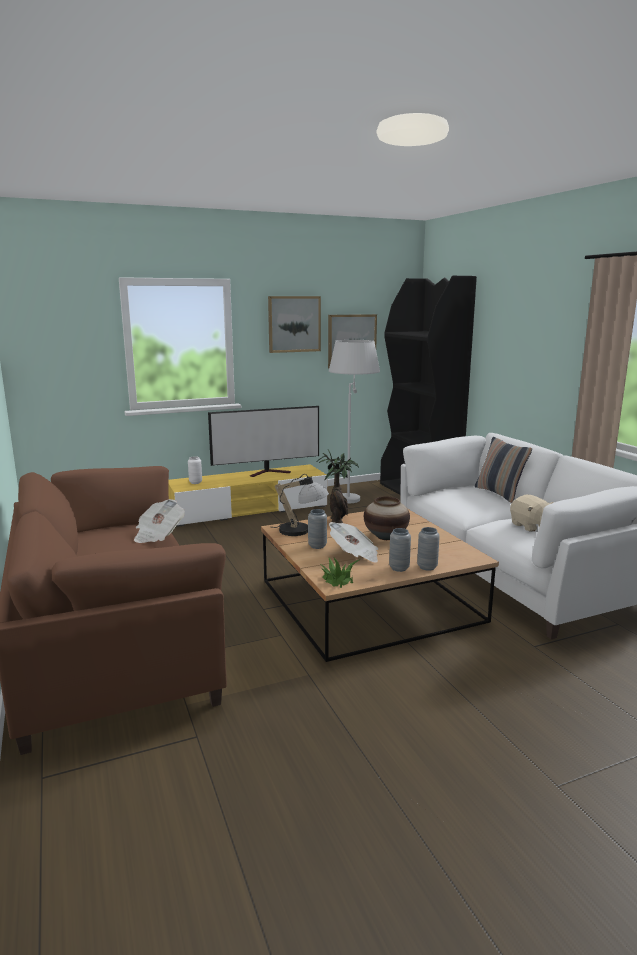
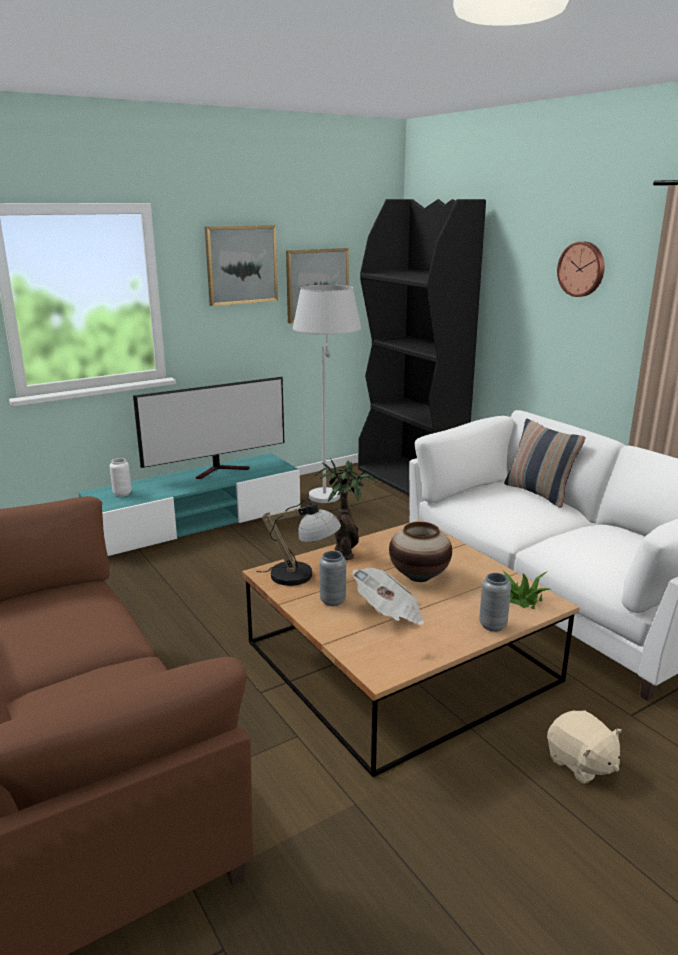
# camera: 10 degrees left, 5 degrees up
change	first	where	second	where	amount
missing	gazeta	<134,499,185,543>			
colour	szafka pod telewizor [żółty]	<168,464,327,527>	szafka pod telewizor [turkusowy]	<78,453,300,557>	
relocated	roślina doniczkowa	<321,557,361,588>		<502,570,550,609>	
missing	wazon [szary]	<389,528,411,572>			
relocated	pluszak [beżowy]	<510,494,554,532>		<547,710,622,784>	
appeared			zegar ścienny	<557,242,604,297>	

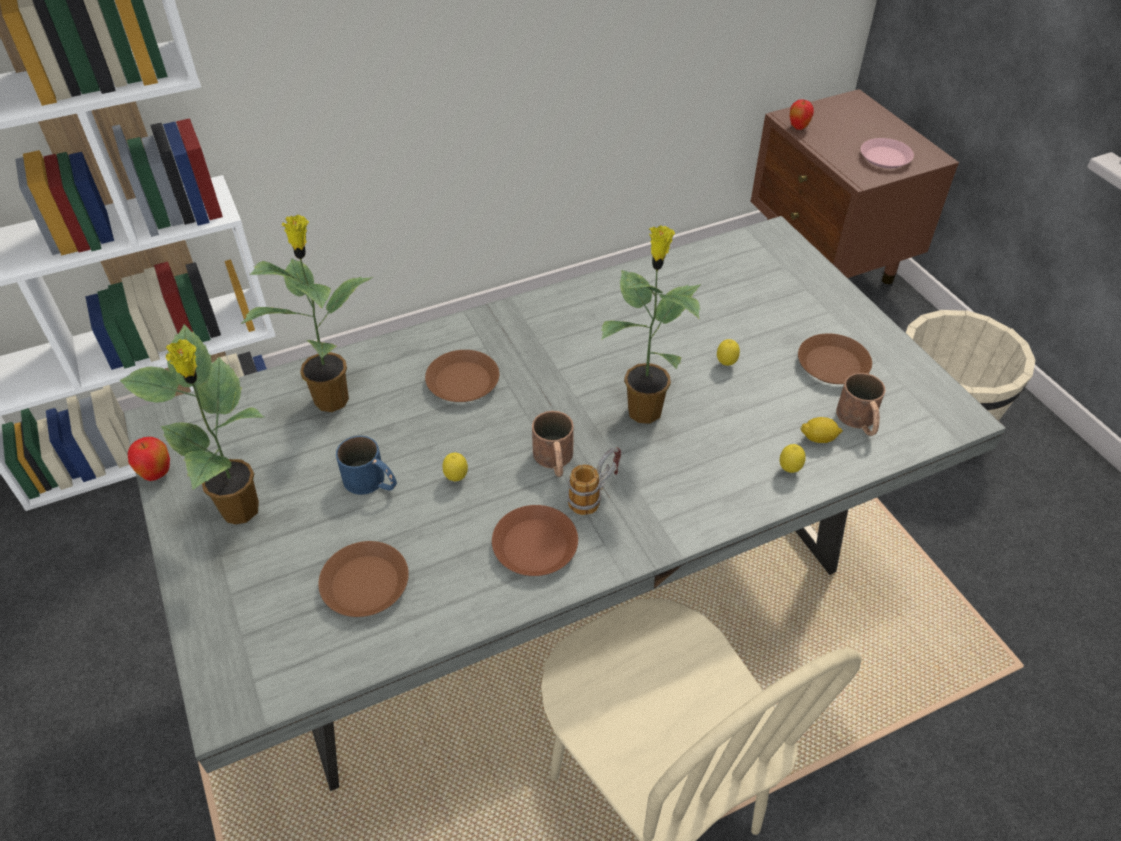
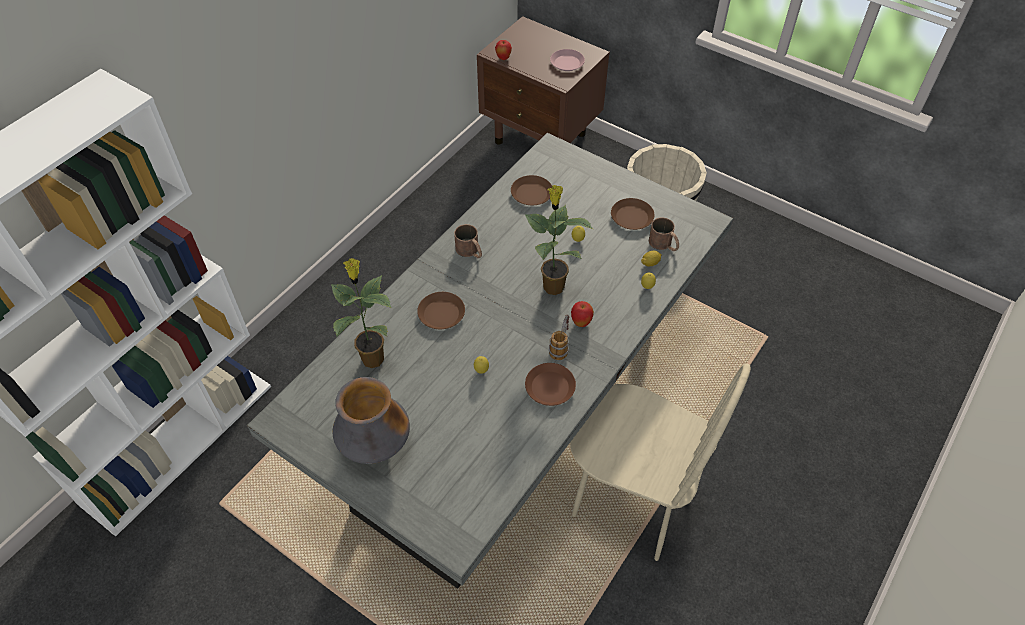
# camera: 30 degrees left, 5 degrees up
change	first	where	second	where	amount
exchanged	roślina doniczkowa	<119,324,264,525>	wazon	<333,377,410,464>	
relocated	jabłko	<128,437,170,481>		<571,301,594,327>	
relocated	talerz [brązowy]	<318,541,409,617>		<511,175,552,205>	
missing	kubek [niebieski]	<336,436,397,495>			
relocated	kubek [brązowy]	<532,411,574,477>		<454,224,482,258>	

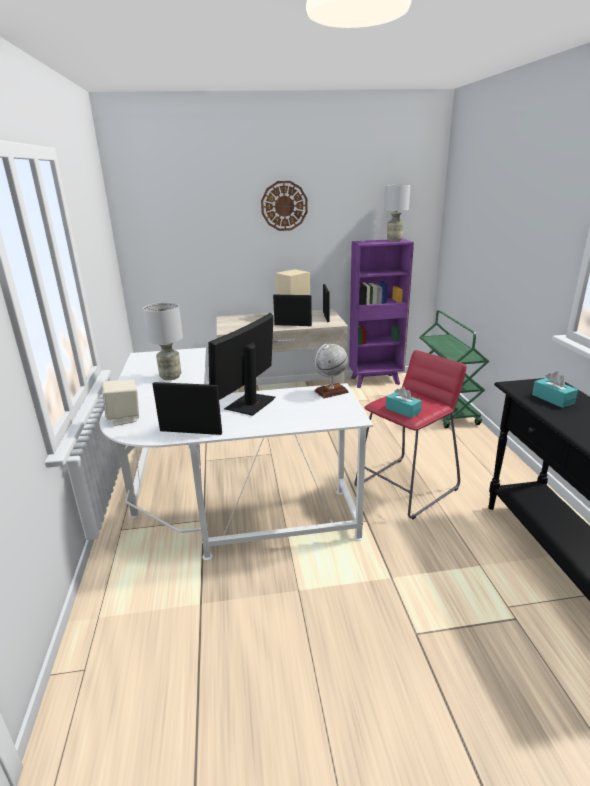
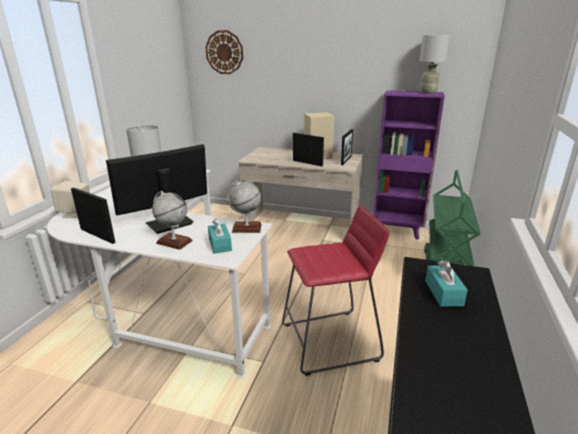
# camera: 25 degrees right, 0 degrees up
change	first	where	second	where	amount
relocated	zegar ścienny	<261,181,308,231>		<205,30,243,74>	
relocated	pudełko chusteczek [turkusowy]	<386,387,422,418>		<208,219,232,254>	
appeared			globus	<152,191,193,250>	

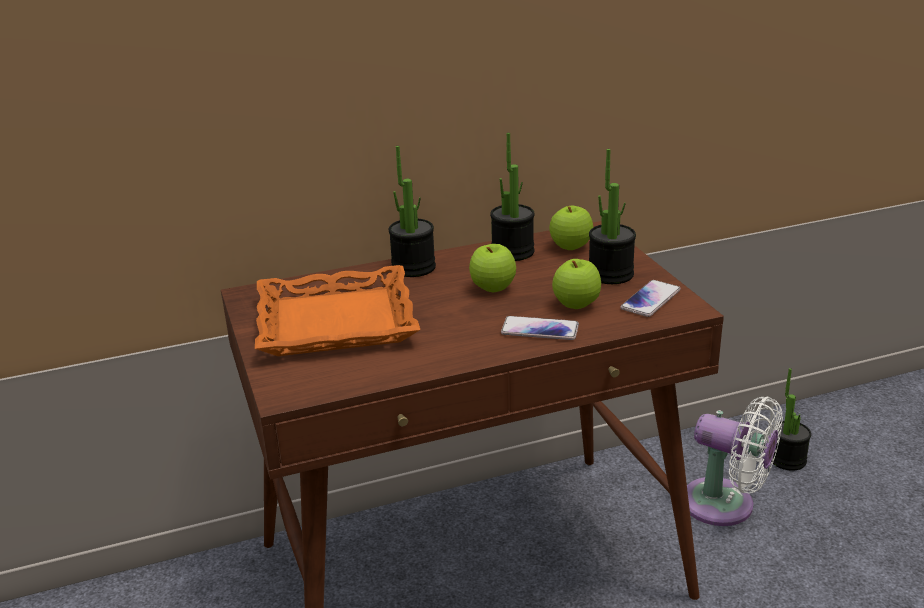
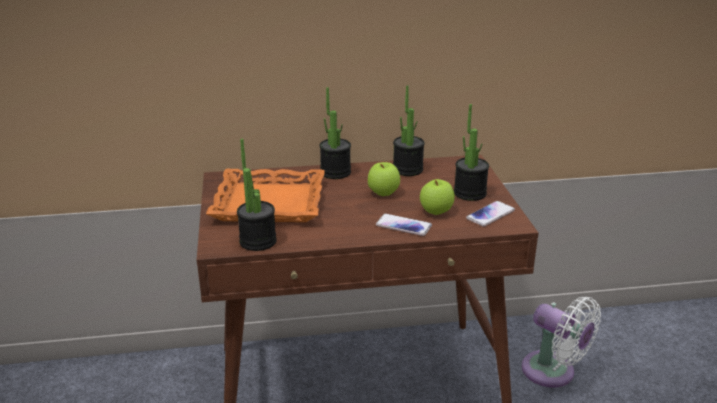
# camera: 10 degrees right, 0 degrees up
change	first	where	second	where	amount
missing	jabłko	<549,205,593,250>			
relocated	roślina doniczkowa	<771,368,811,471>		<237,139,277,251>	

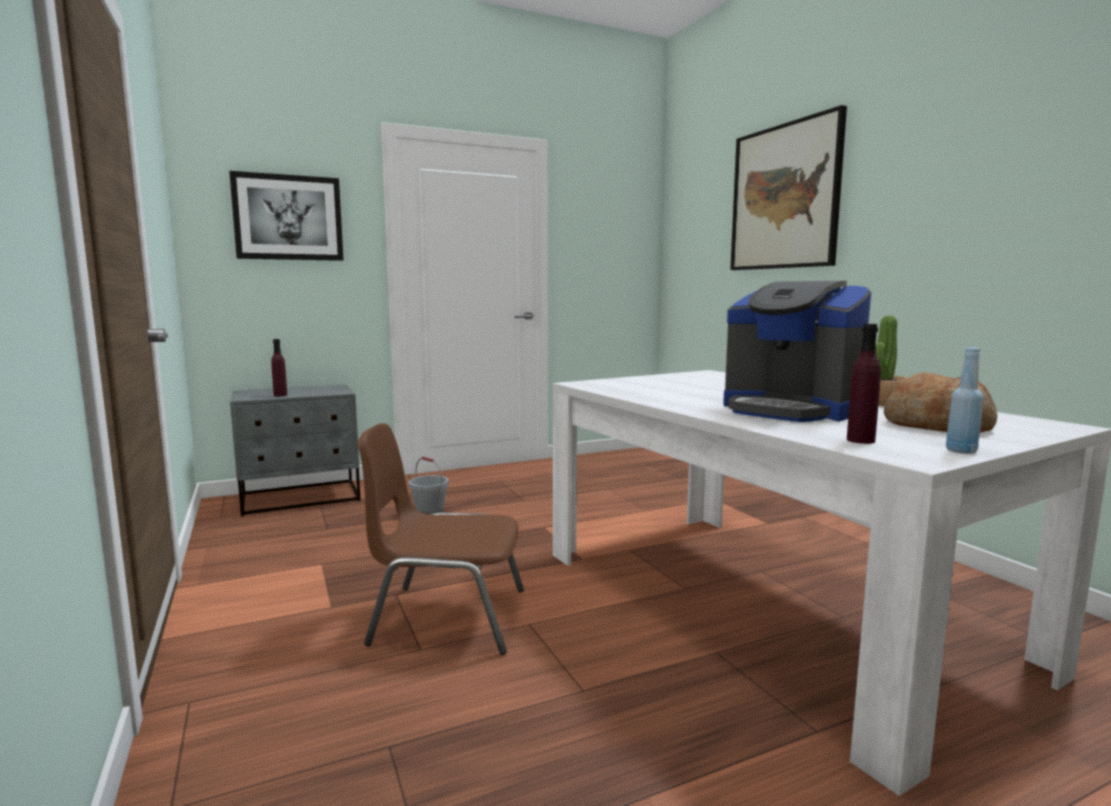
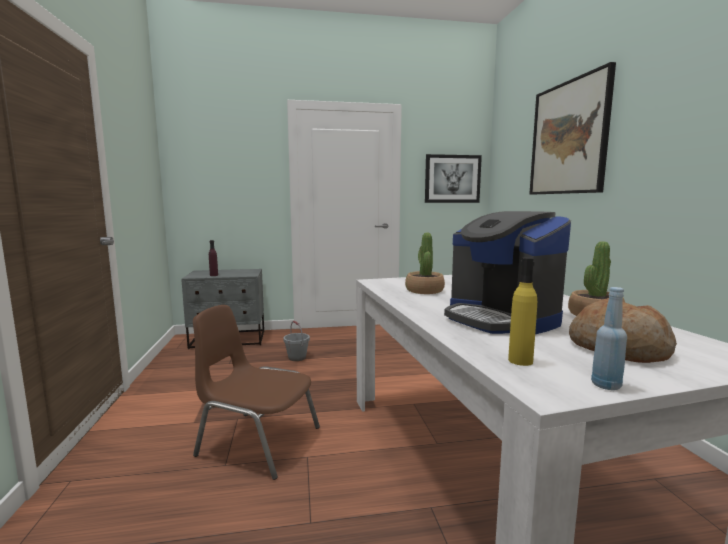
# camera: 15 degrees right, 0 degrees up
change	first	where	second	where	amount
relocated	obraz	<229,171,343,261>		<425,154,482,203>	
colour	butelka [fioletowy]	<847,324,881,444>	butelka [żółty]	<508,257,537,366>	
appeared			roślina doniczkowa	<405,233,445,294>	

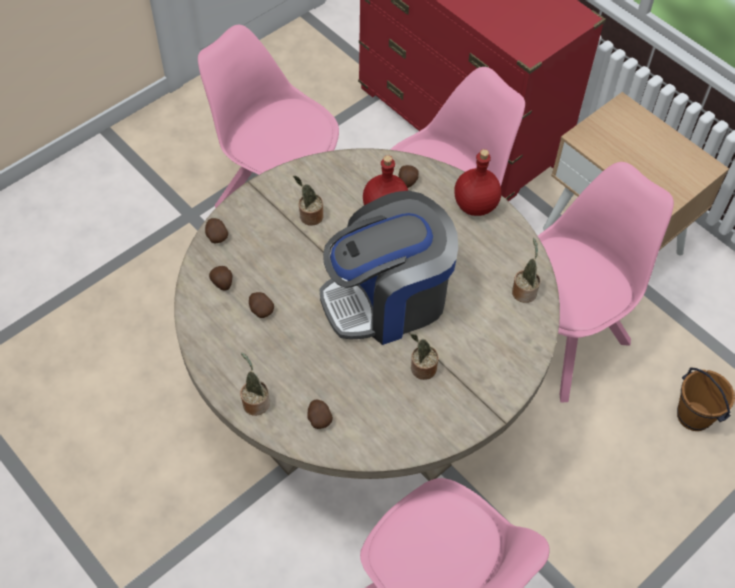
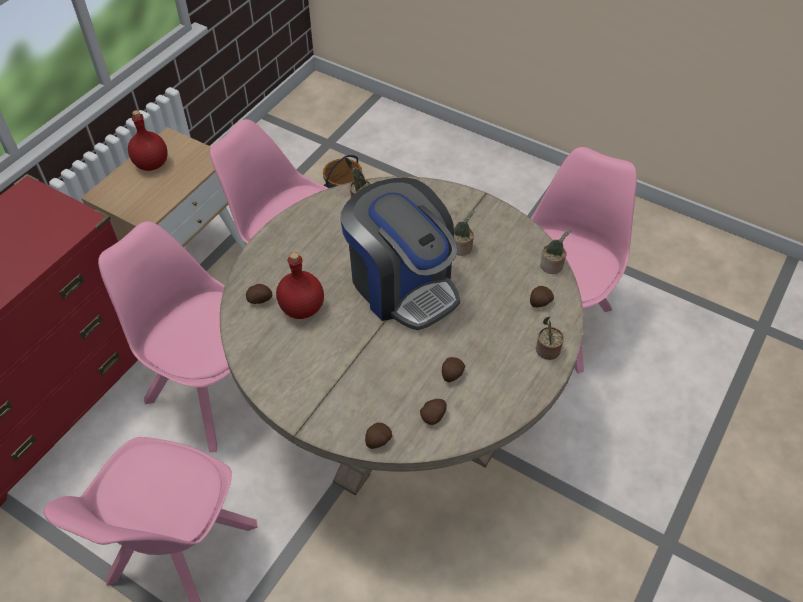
# camera: 105 degrees left, 5 degrees down
change	first	where	second	where	amount
relocated	roślina doniczkowa	<293,175,324,225>		<540,229,571,274>	
relocated	butelka [czerwony]	<454,149,501,216>		<128,110,168,171>	

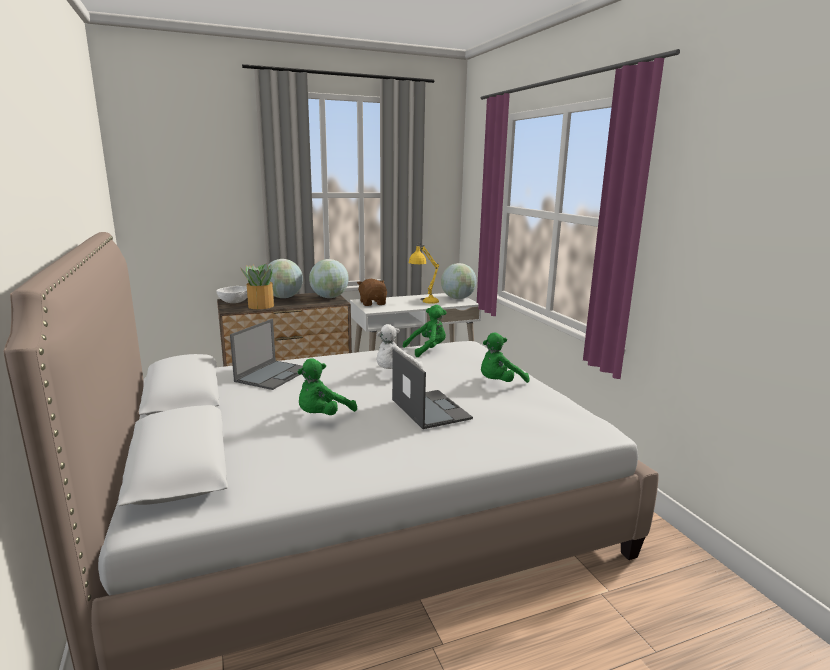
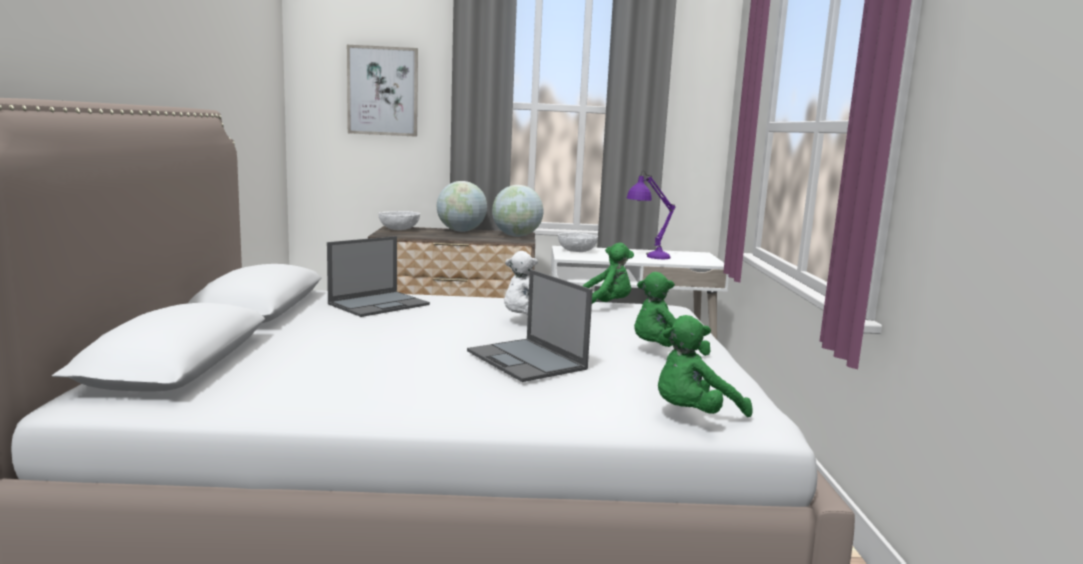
# camera: 20 degrees right, 5 degrees down
change	first	where	second	where	amount
missing	roślina doniczkowa	<241,263,274,309>			
relocated	pluszak [zielony]	<297,358,357,415>		<658,315,753,417>	
exchanged	pluszak [brązowy]	<357,279,387,306>	miska [biały]	<558,232,598,252>	
spun	laptop	<392,349,473,429>		<467,269,593,382>	150 degrees clockwise
colour	lampa stołowa [żółty]	<409,242,439,304>	lampa stołowa [fioletowy]	<627,170,675,259>	
missing	globus	<441,263,477,299>			
appeared			obraz	<347,45,418,137>	

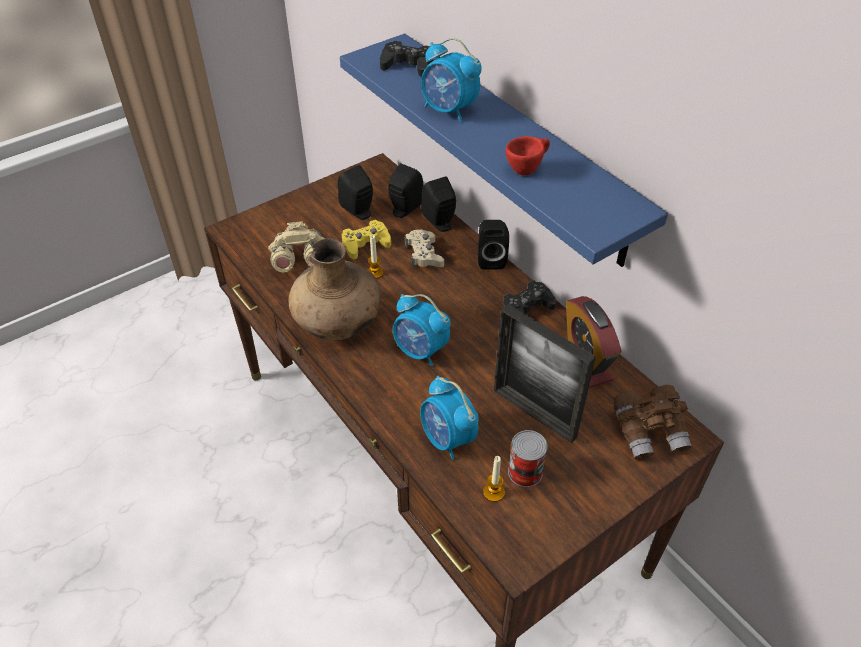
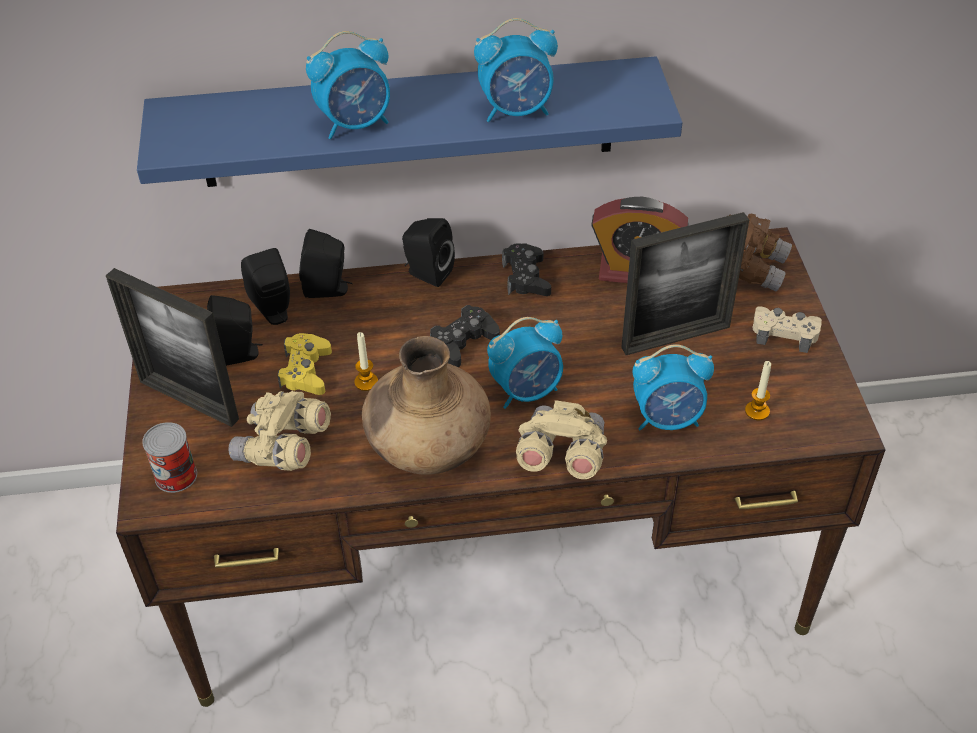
# camera: 60 degrees left, 0 degrees up
change	first	where	second	where	amount
relocated	pad do gier [czarny]	<380,41,433,77>		<430,305,500,367>	
relocated	pad do gier [beżowy]	<405,229,444,268>		<752,307,822,353>	
exchanged	filiżanka [czerwony]	<506,136,550,175>	budzik	<474,18,558,122>	
relocated	puszka	<508,430,548,487>		<142,422,197,493>	
appeared			ramka na zdjęcie	<106,268,239,427>	
appeared			lornetka [beżowy]	<516,400,607,479>	

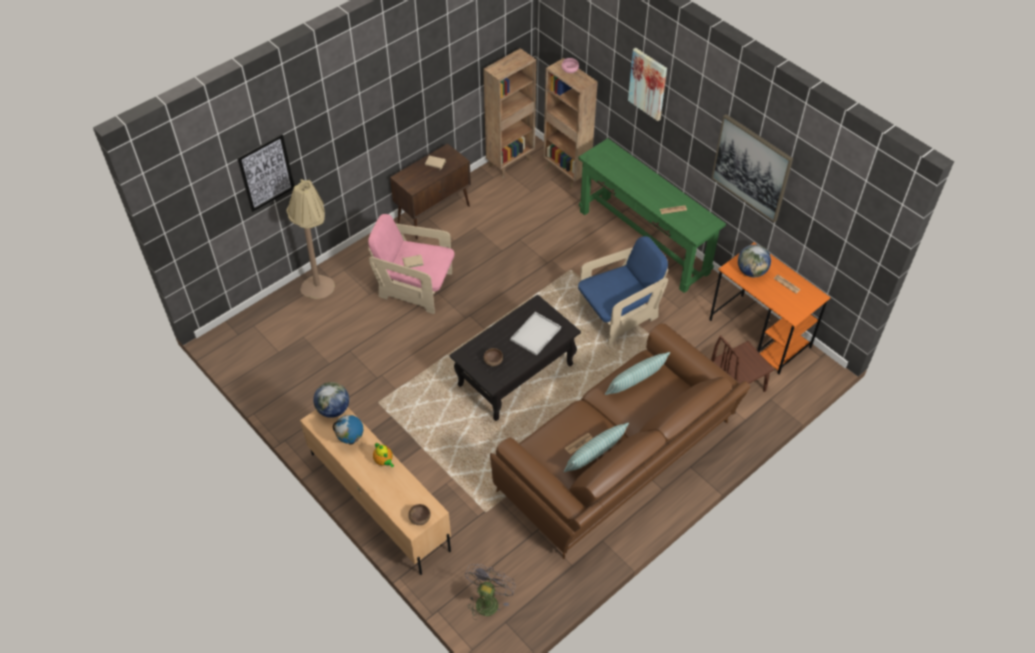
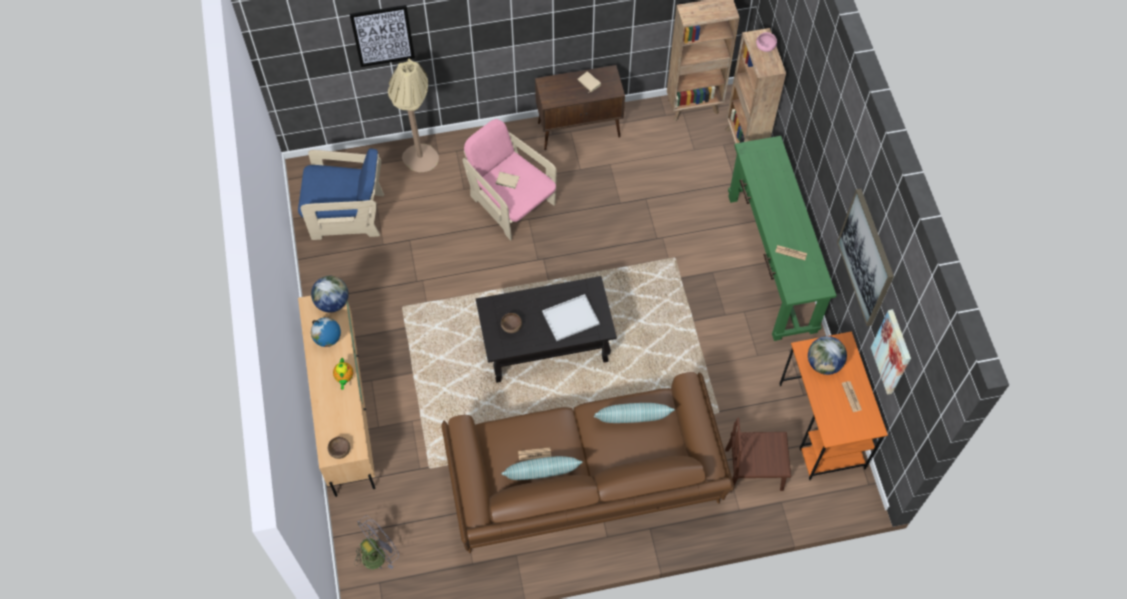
# camera: 30 degrees right, 10 degrees up
change	first	where	second	where	amount
relocated	fotel [niebieski]	<578,236,668,345>		<298,149,384,240>	
relocated	obraz	<628,48,667,121>		<871,309,911,395>	

